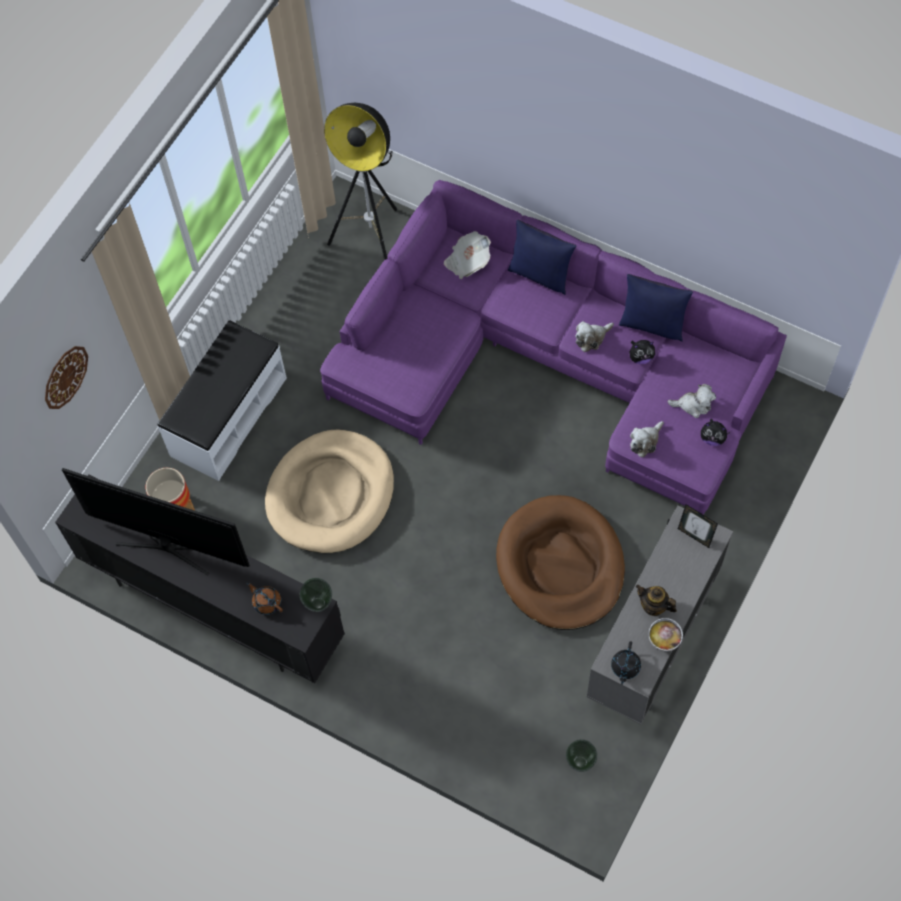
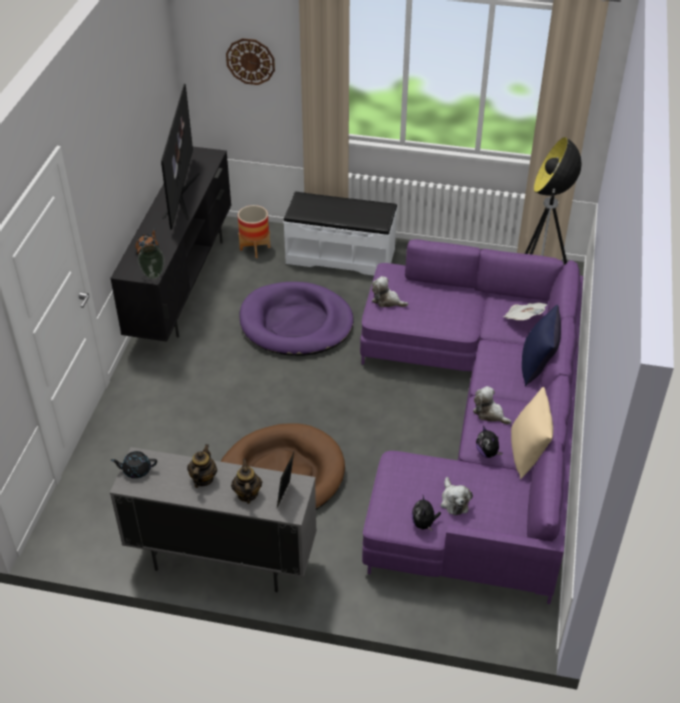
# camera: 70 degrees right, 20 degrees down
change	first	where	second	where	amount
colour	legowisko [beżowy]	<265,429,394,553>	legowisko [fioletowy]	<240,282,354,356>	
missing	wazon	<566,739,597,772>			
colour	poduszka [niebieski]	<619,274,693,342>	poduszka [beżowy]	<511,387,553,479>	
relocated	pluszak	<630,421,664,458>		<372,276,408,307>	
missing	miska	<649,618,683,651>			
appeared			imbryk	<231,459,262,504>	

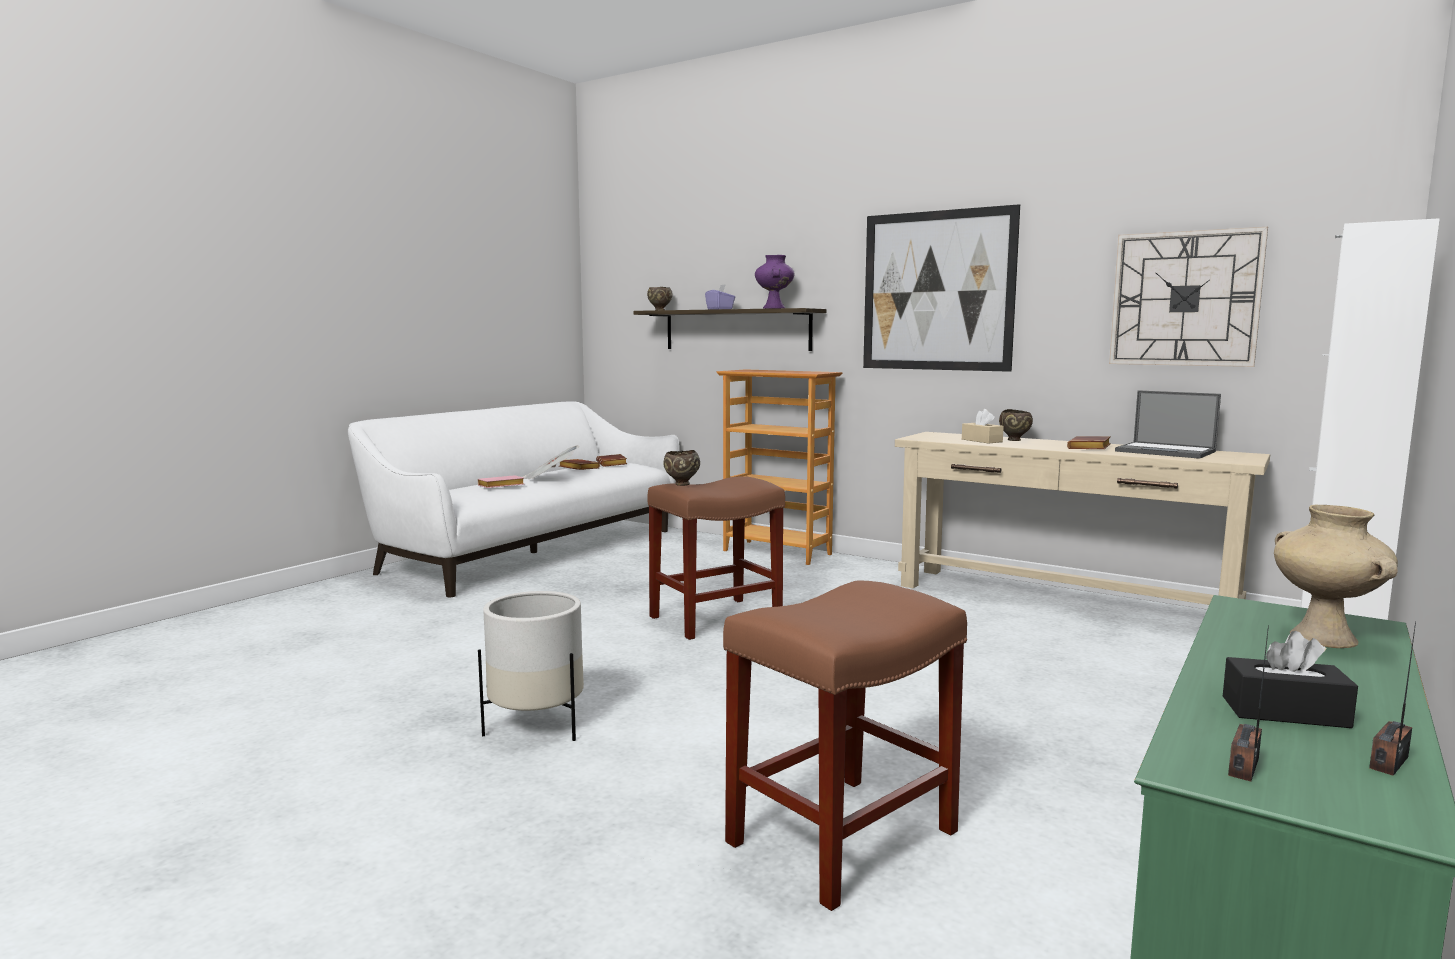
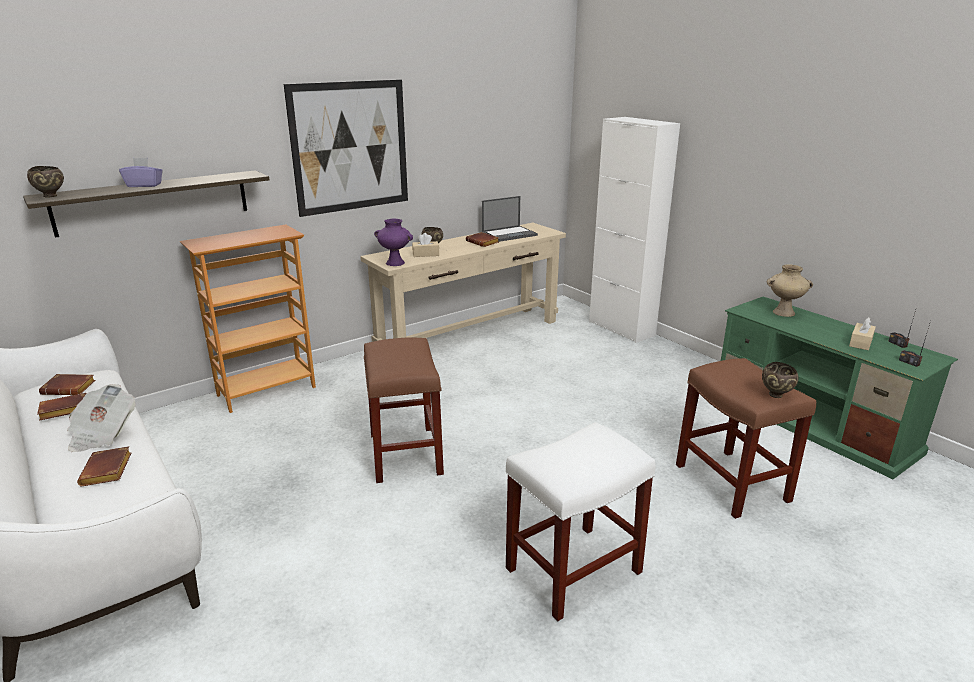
# camera: 70 degrees left, 15 degrees up
change	first	where	second	where	amount
colour	książka [różowy]	<478,475,524,488>	książka [brązowy]	<77,446,131,486>	
exchanged	donica [biały]	<478,591,584,741>	stołek [biały]	<506,422,656,621>	
relocated	miska [brązowy]	<664,450,700,486>		<762,362,799,398>	
relocated	wazon [fioletowy]	<755,255,795,309>		<374,219,413,266>	
missing	zegar ścienny	<1109,227,1268,367>			
colour	pudełko chusteczek [czarny]	<1223,631,1358,728>	pudełko chusteczek [beżowy]	<849,317,876,350>	

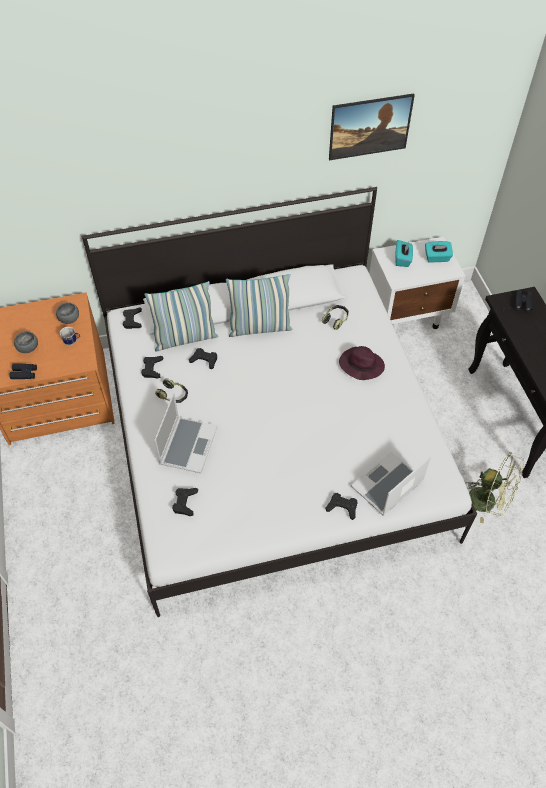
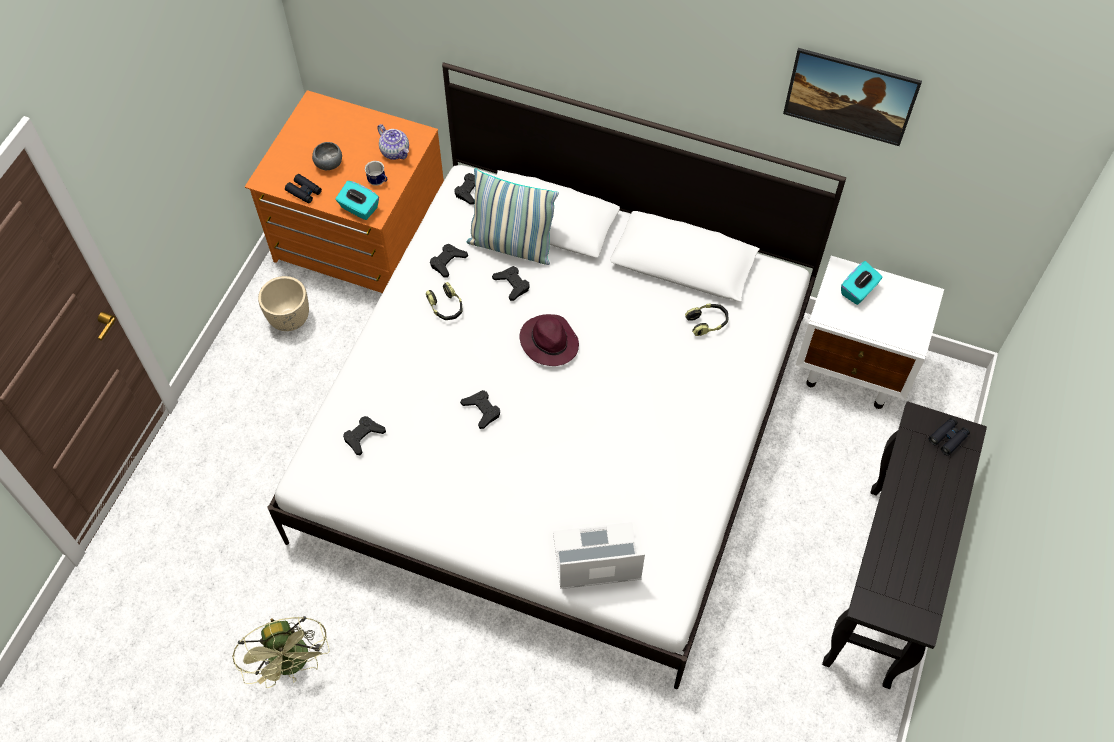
# camera: 35 degrees right, 5 degrees up
change	first	where	second	where	amount
exchanged	miska [szary]	<56,302,79,324>	imbryk	<377,124,409,160>	
missing	laptop	<154,393,218,473>			
missing	poduszka	<226,274,292,337>			
relocated	pad do gier [czarny]	<325,493,357,520>		<460,390,500,429>	
relocated	kapelusz [fioletowy]	<339,346,385,380>		<519,314,579,366>	
relocated	pudełko chusteczek [turkusowy]	<425,241,453,263>		<336,181,379,220>	
relocated	wentylator [zielony]	<466,452,524,523>		<232,616,330,688>	
appeared			donica [beżowy]	<258,276,309,331>	

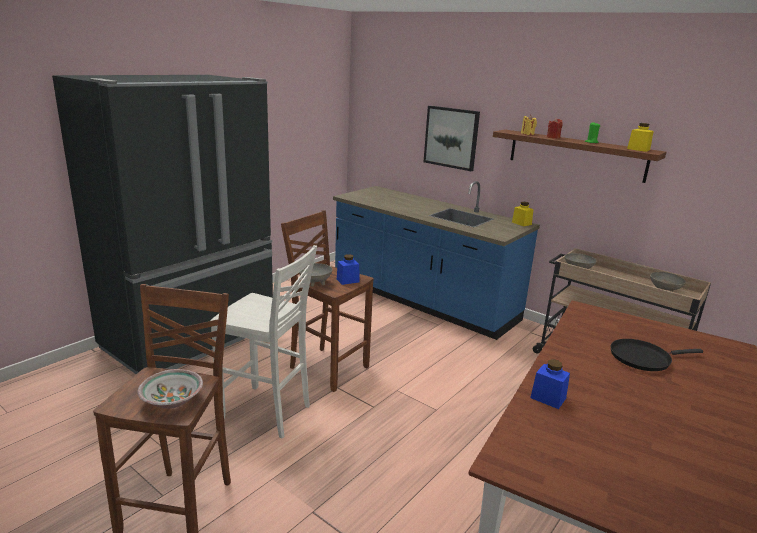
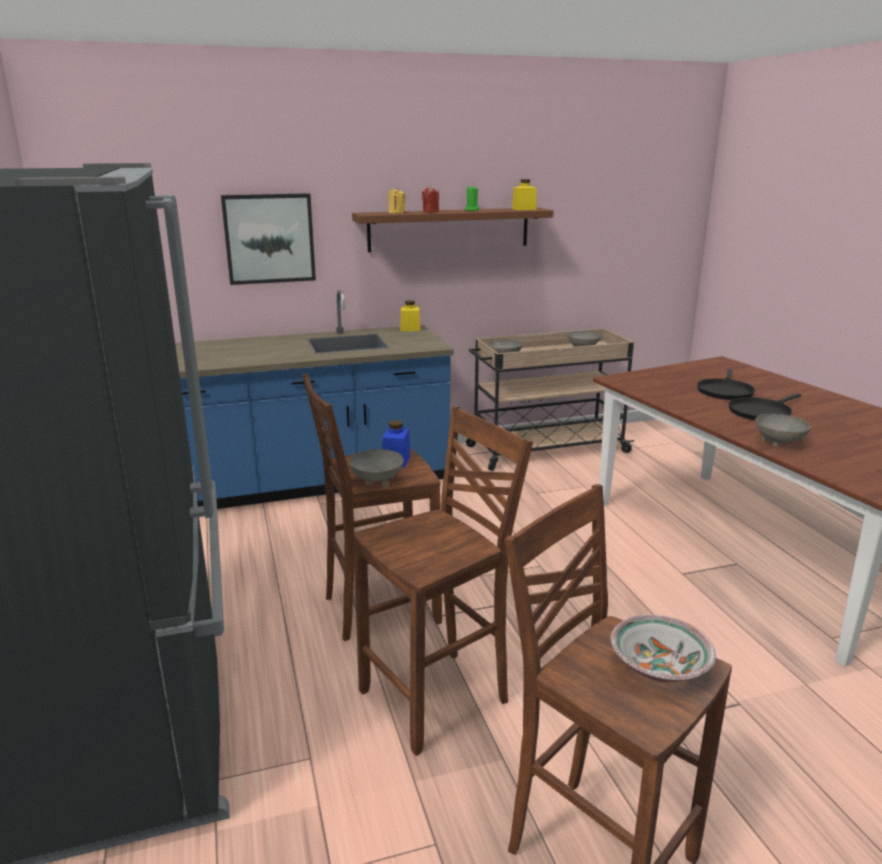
# camera: 55 degrees left, 0 degrees up
change	first	where	second	where	amount
colour	stołek [biały]	<210,245,317,438>	stołek [brązowy]	<353,406,533,756>	
exchanged	słoik [niebieski]	<530,359,570,409>	miska [szary]	<756,414,811,447>	
appeared			patelnia [czarny]	<728,393,801,421>	

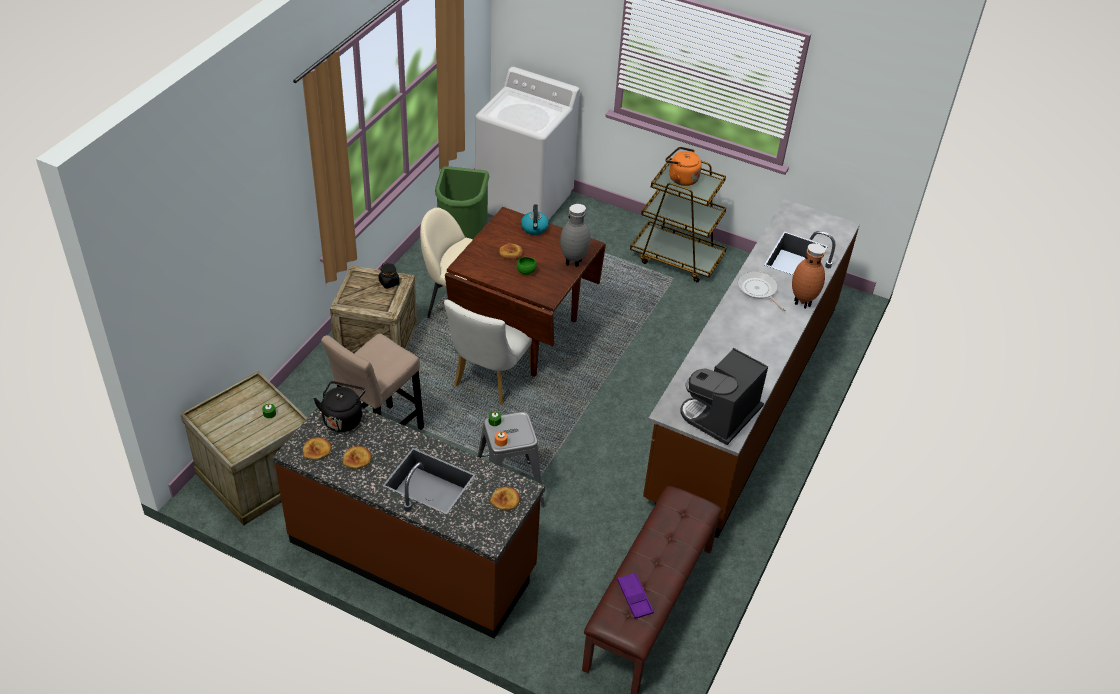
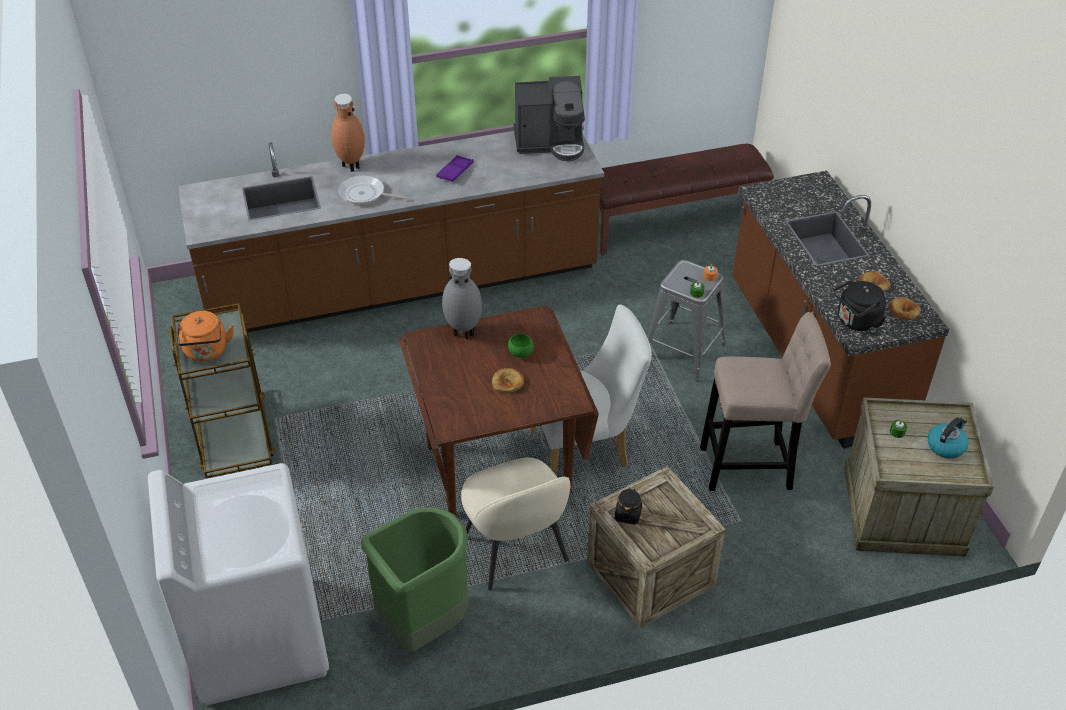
# camera: 130 degrees left, 0 degrees up
change	first	where	second	where	amount
missing	chleb	<490,487,520,511>			
relocated	czajnik	<521,204,549,235>		<928,418,969,459>	
relocated	taca [fioletowy]	<617,573,654,619>		<436,155,474,182>	
spun	patelnia	<738,271,786,311>		<338,175,408,205>	90 degrees clockwise

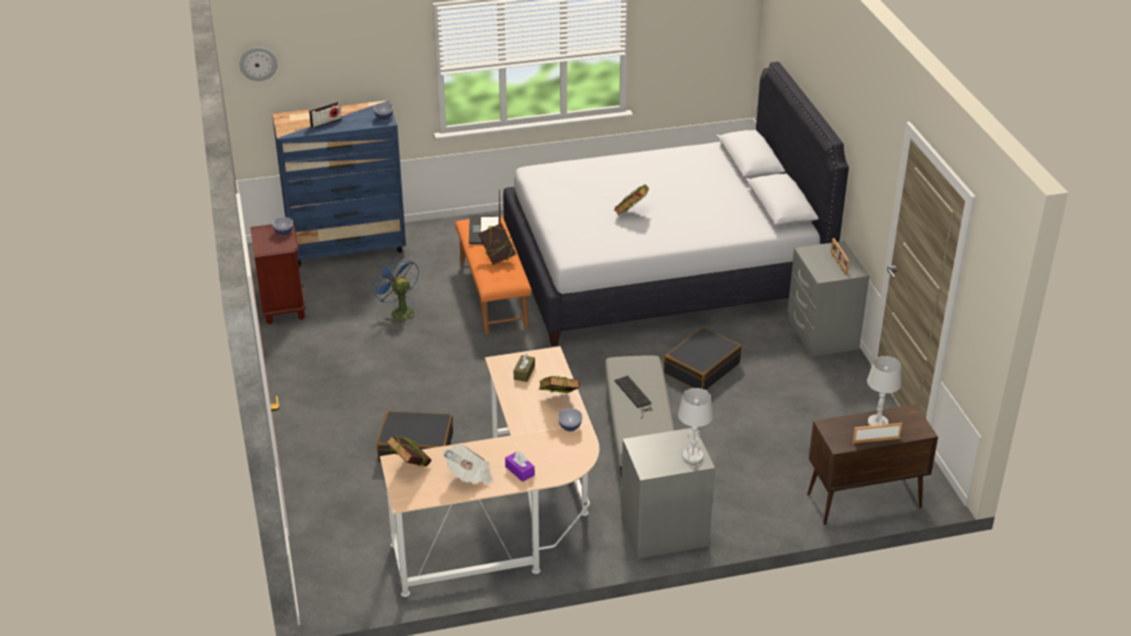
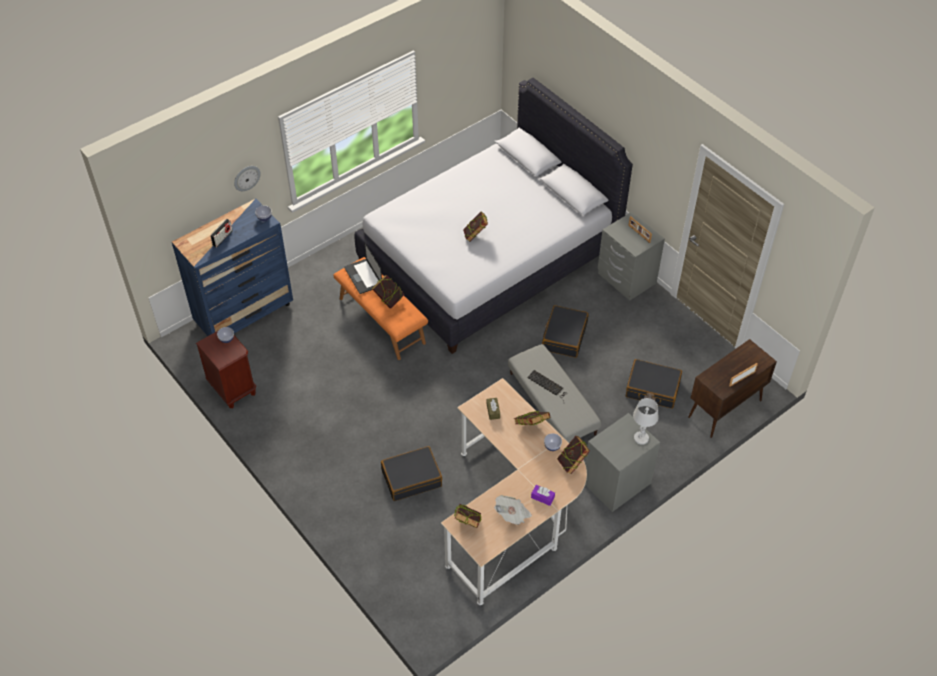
# camera: 25 degrees left, 15 degrees up
change	first	where	second	where	amount
relocated	zegar ścienny	<240,47,278,81>		<234,166,261,191>	
missing	wentylator [niebieski]	<372,256,419,325>			
missing	lampa stołowa [biały]	<867,356,902,426>			
appeared			książka	<557,436,590,474>	
appeared			walizka [czarny]	<626,359,682,409>	

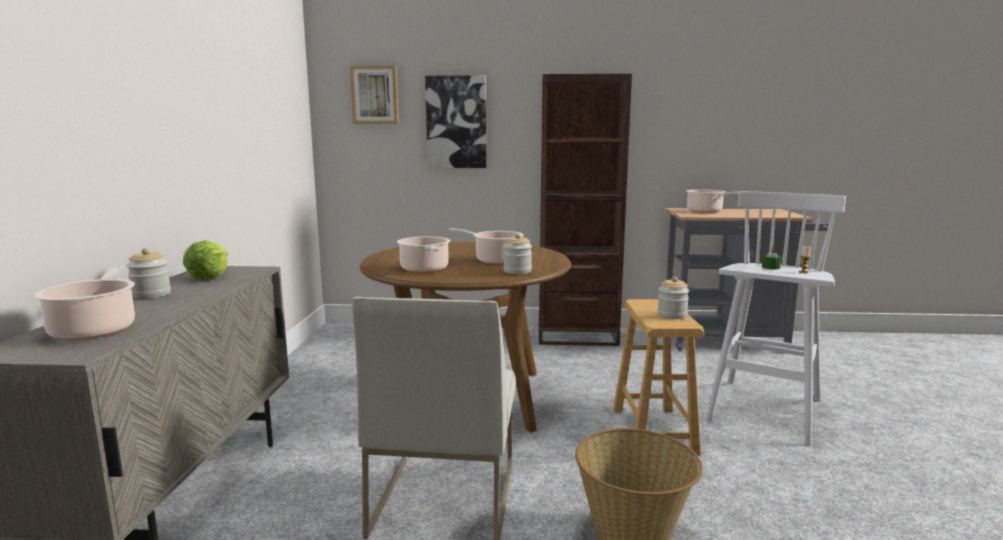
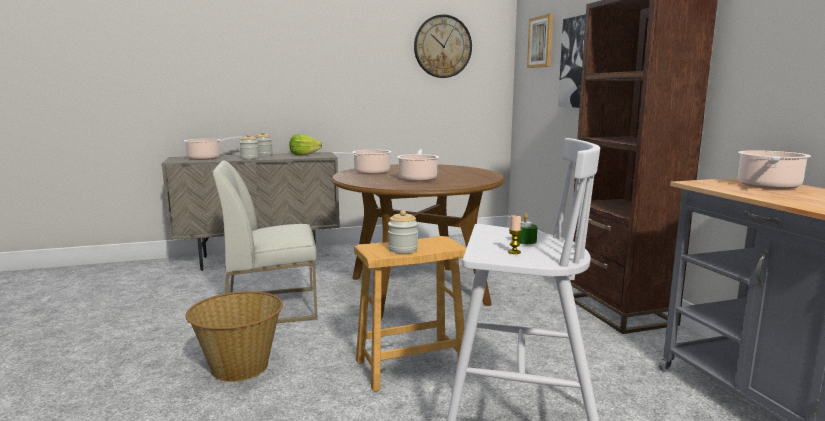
# camera: 70 degrees right, 0 degrees up
change	first	where	second	where	amount
relocated	słoik	<504,233,532,274>		<239,134,259,159>	
appeared			zegar ścienny	<414,15,472,78>	

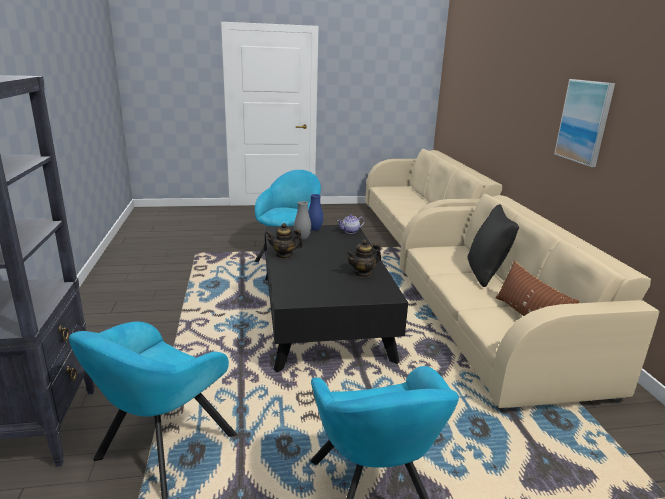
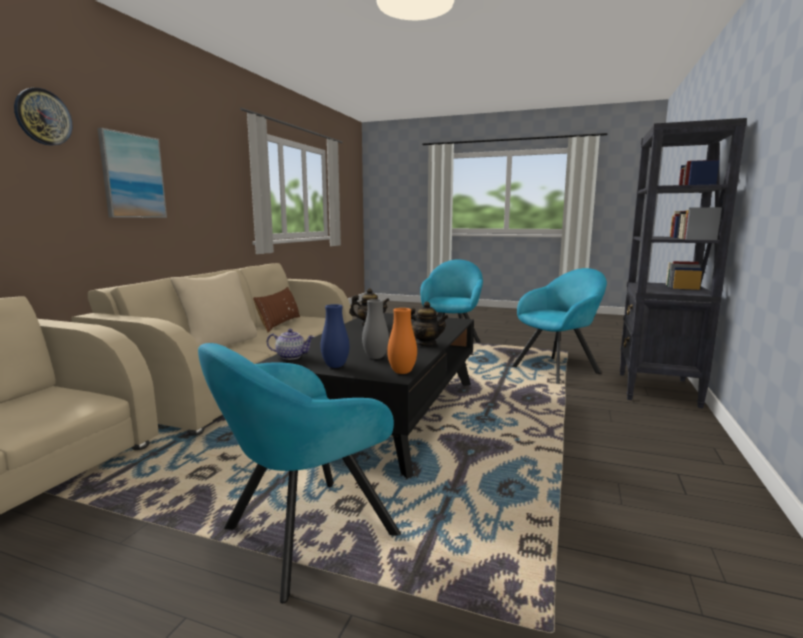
# camera: 150 degrees left, 10 degrees down
change	first	where	second	where	amount
colour	poduszka [czarny]	<468,204,519,287>	poduszka [beżowy]	<171,271,257,346>	
appeared			zegar ścienny	<14,88,72,146>	
appeared			wazon [pomarańczowy]	<387,308,417,374>	

